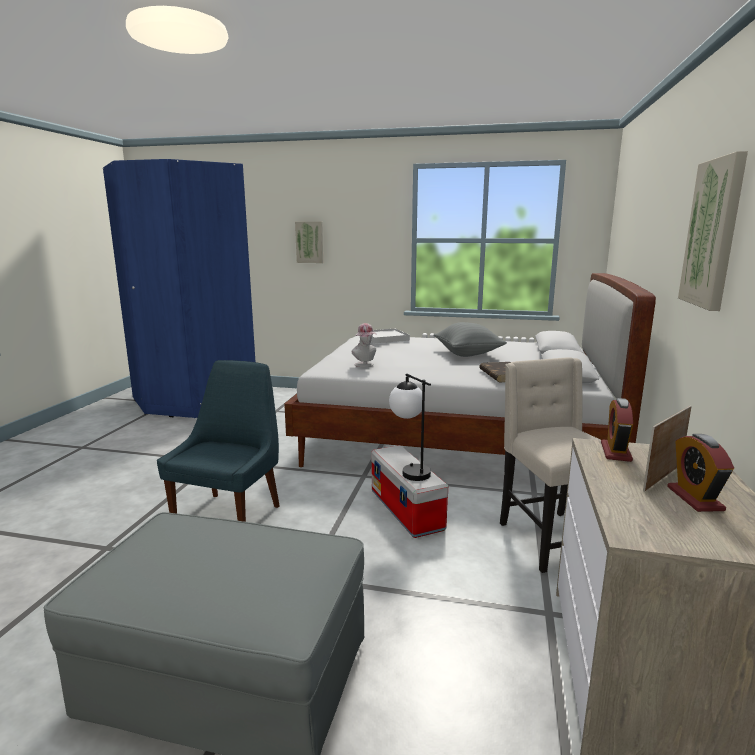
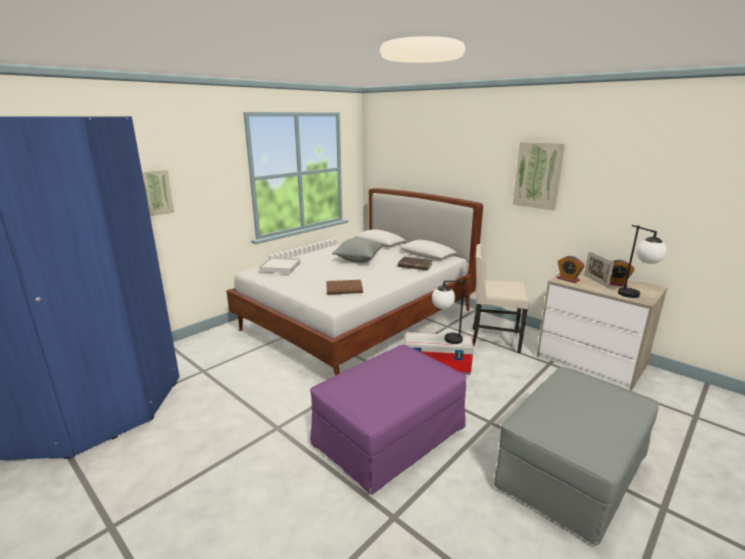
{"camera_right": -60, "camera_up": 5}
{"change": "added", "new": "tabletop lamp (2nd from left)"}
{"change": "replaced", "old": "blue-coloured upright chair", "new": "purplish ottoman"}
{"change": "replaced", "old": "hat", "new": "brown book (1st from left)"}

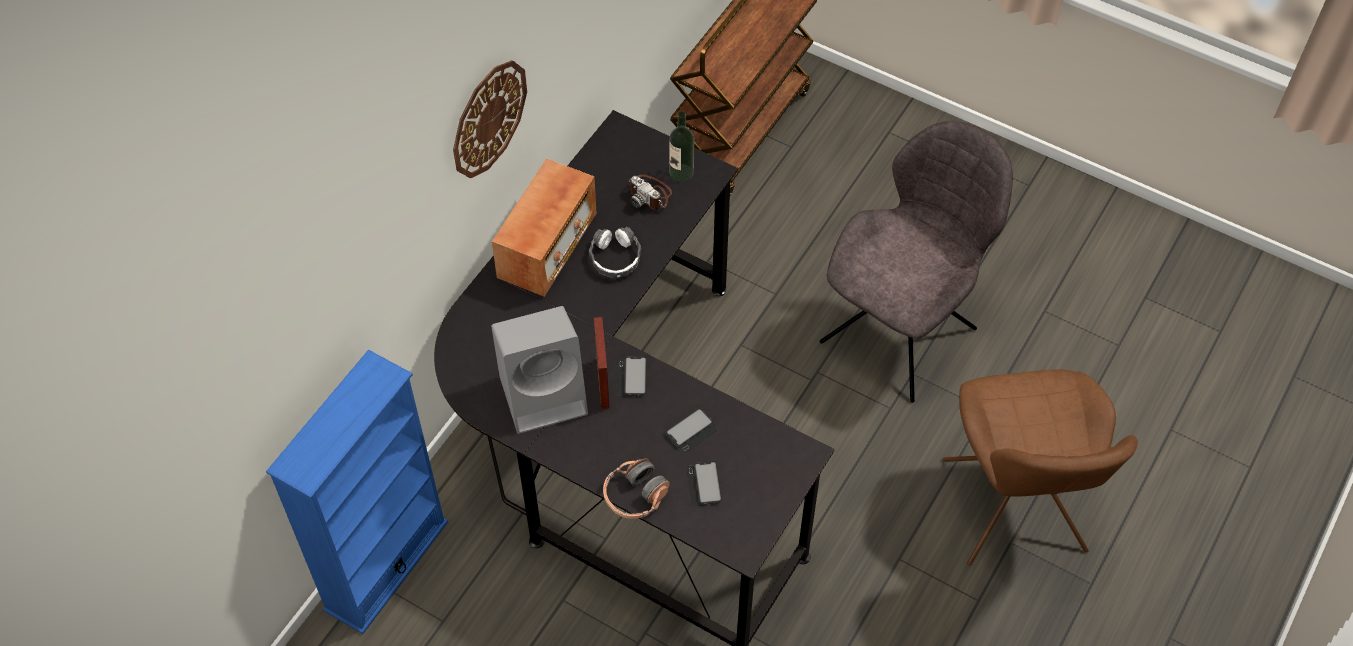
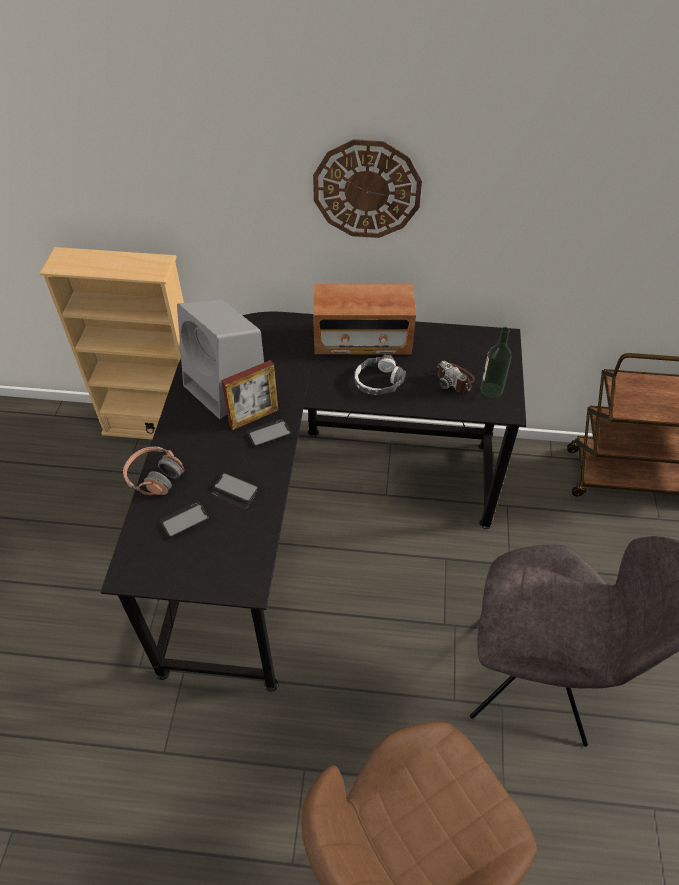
{"camera_right": 65, "camera_up": -5}
{"change": "recoloured", "old": "blue-coloured bookshelf", "new": "beige bookshelf"}
{"change": "turned", "old": "photo camera", "degrees": -60}

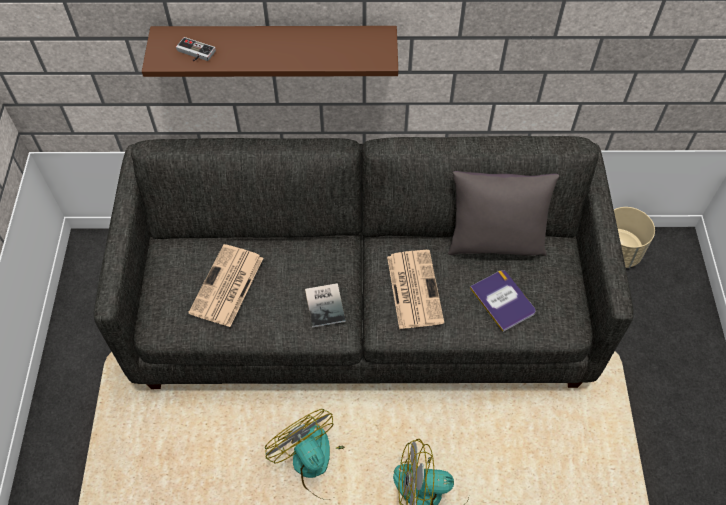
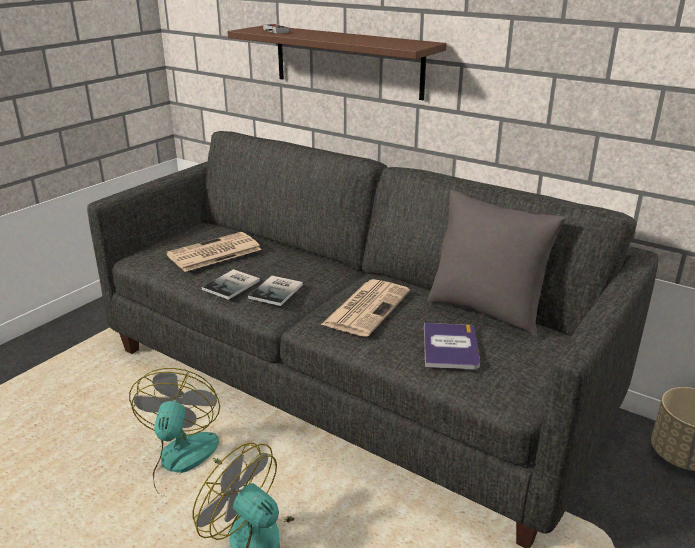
{"camera_right": 35, "camera_up": -30}
{"change": "added", "new": "book (1st from left)"}

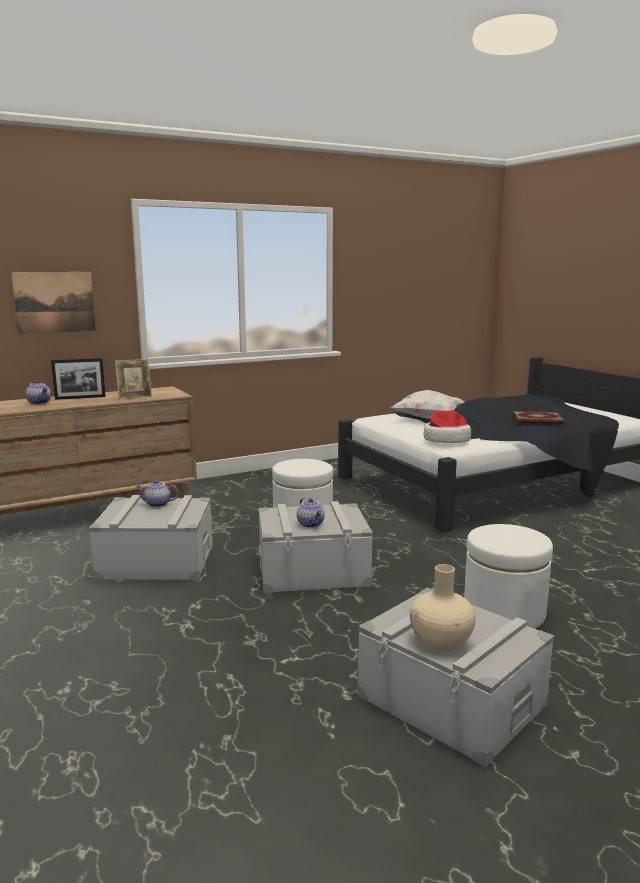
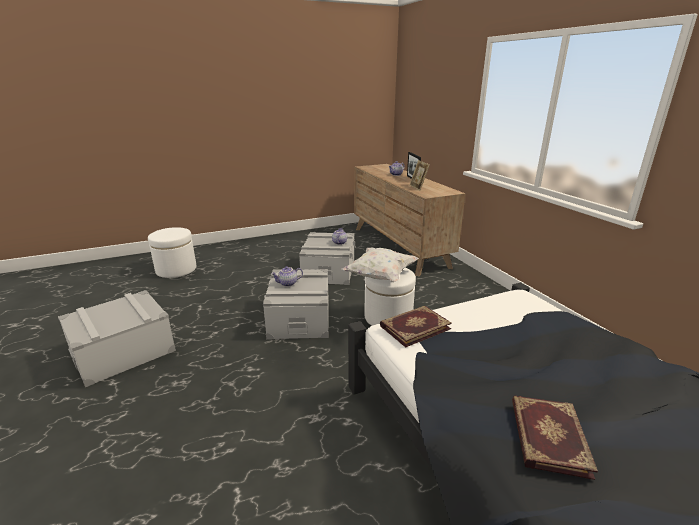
{"camera_right": 95, "camera_up": 10}
{"change": "removed", "old": "picture"}
{"change": "removed", "old": "beige flower vase"}
{"change": "moved", "old": "whitish cushion"}
{"change": "moved", "old": "whitish ottoman (2nd from left in the first image)", "new": "whitish ottoman (1st from left)"}
{"change": "replaced", "old": "hat", "new": "book (1st from left)"}

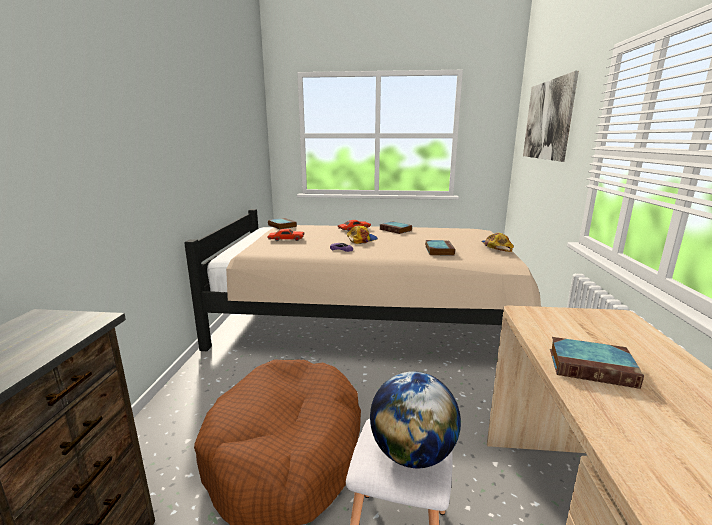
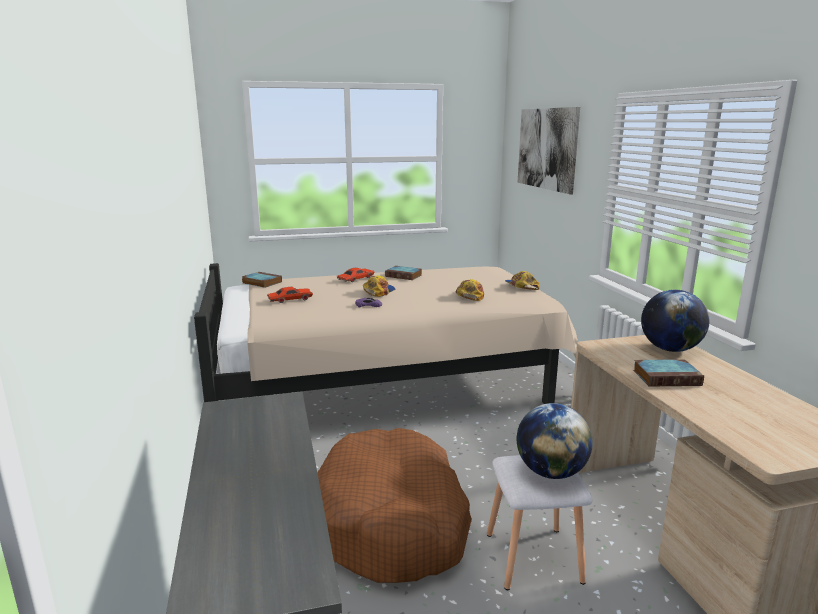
{"camera_right": -20, "camera_up": 0}
{"change": "added", "new": "globe (2nd from left)"}
{"change": "replaced", "old": "book (3rd from left)", "new": "cap (2nd from left)"}

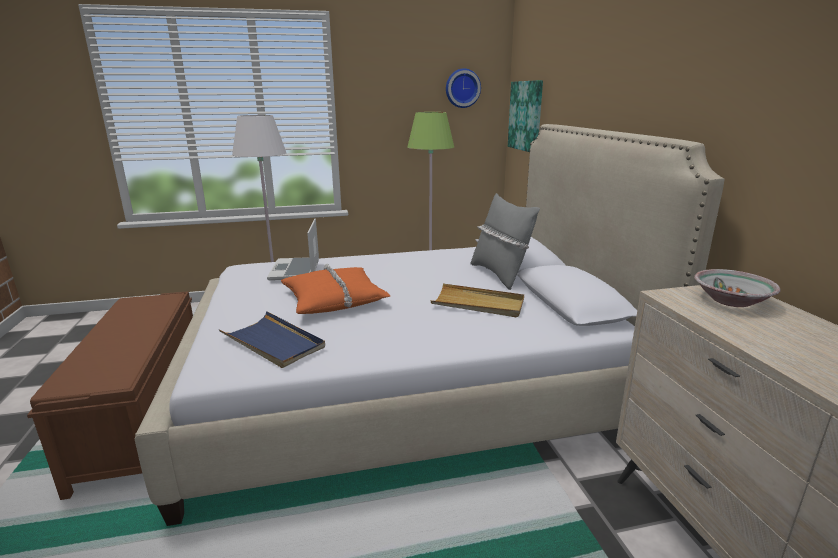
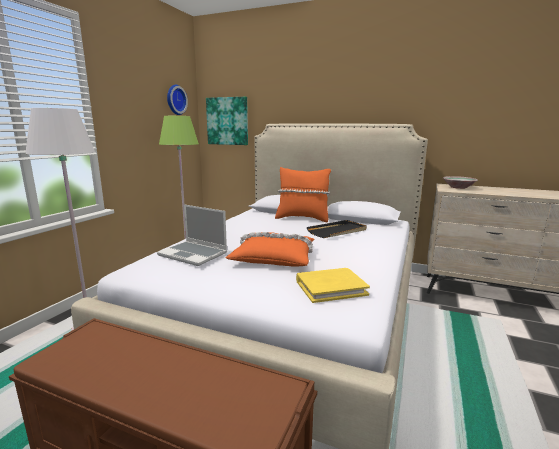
{"camera_right": -55, "camera_up": -5}
{"change": "replaced", "old": "blue-coloured carrying tray", "new": "yellow-coloured book"}
{"change": "recoloured", "old": "beige carrying tray", "new": "black-coloured carrying tray"}
{"change": "recoloured", "old": "gray cushion", "new": "orange-coloured cushion (2nd from left)"}

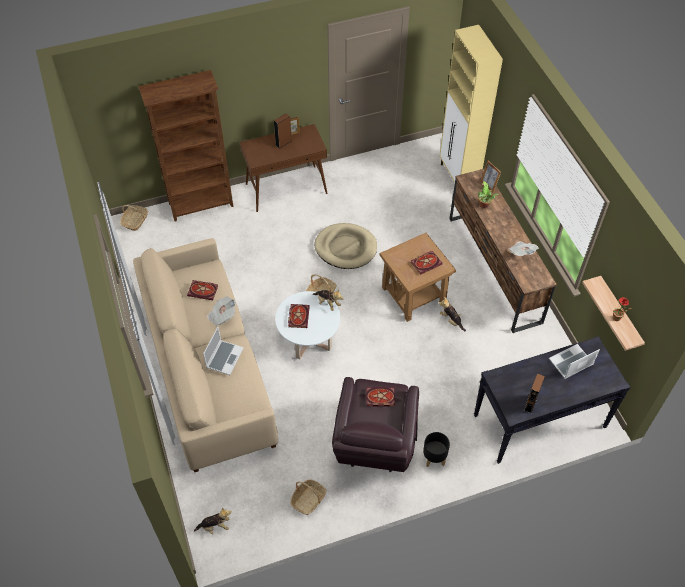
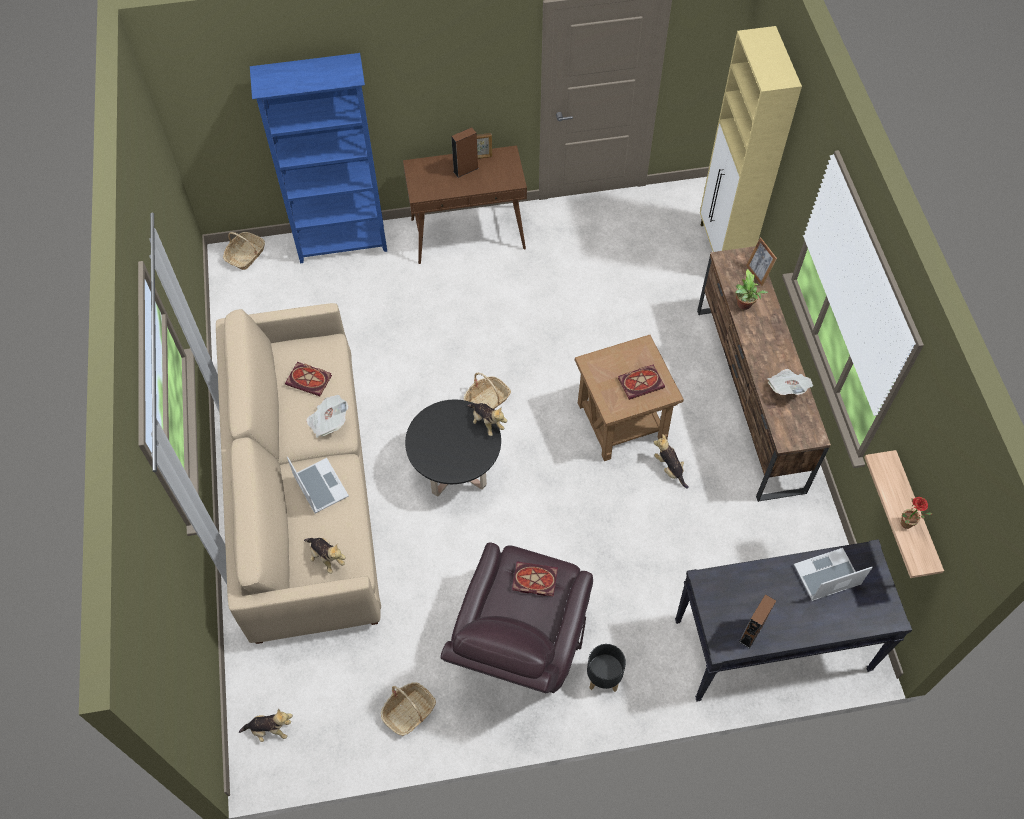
{"camera_right": 10, "camera_up": 5}
{"change": "removed", "old": "book (2nd from left)"}
{"change": "removed", "old": "beige dog bed"}
{"change": "added", "new": "soft toy (2nd from left)"}
{"change": "recoloured", "old": "brown bookshelf", "new": "blue-coloured bookshelf"}
{"change": "recoloured", "old": "whitish lounge table", "new": "black-coloured lounge table"}
{"change": "turned", "old": "notebook computer (1st from left)", "degrees": -60}

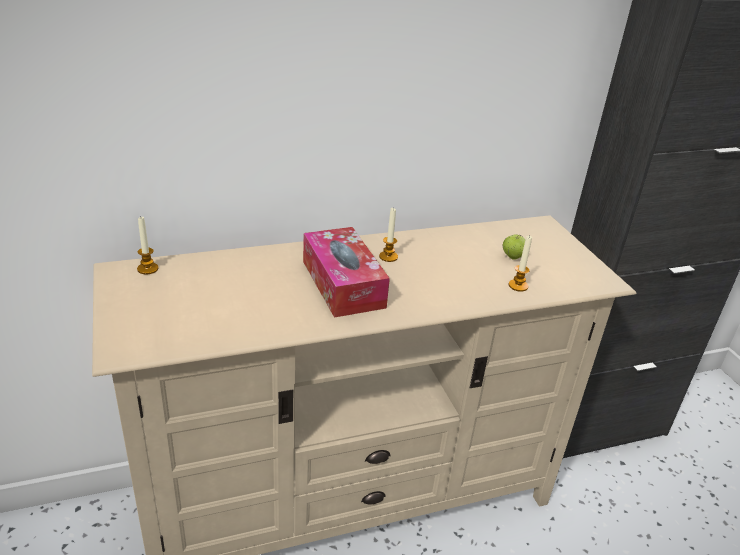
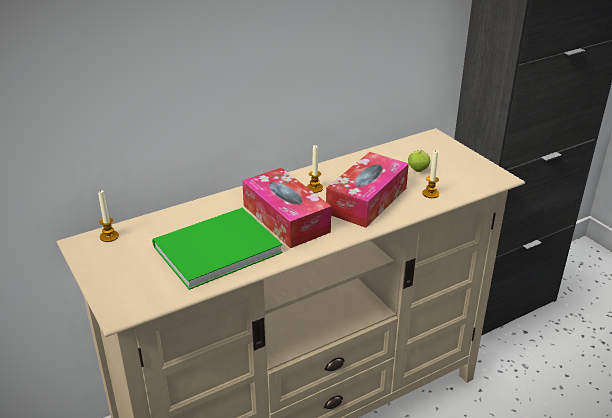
{"camera_right": -10, "camera_up": 0}
{"change": "added", "new": "green-coloured book"}
{"change": "added", "new": "tissue holder (2nd from left)"}

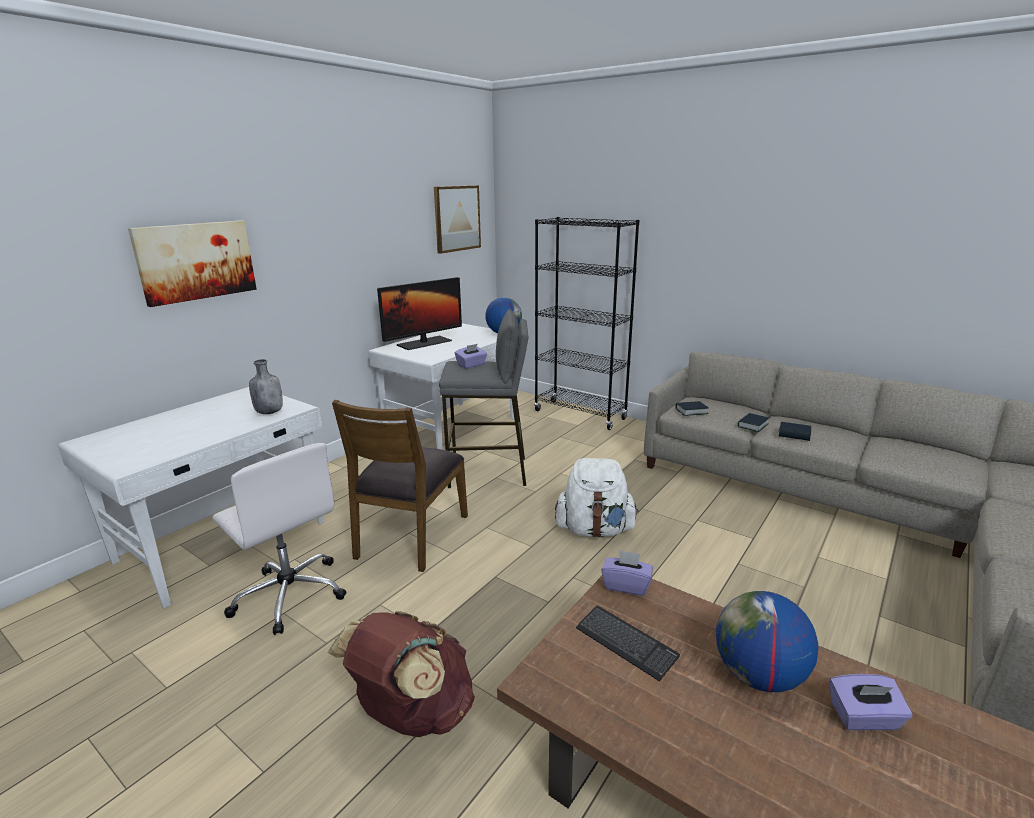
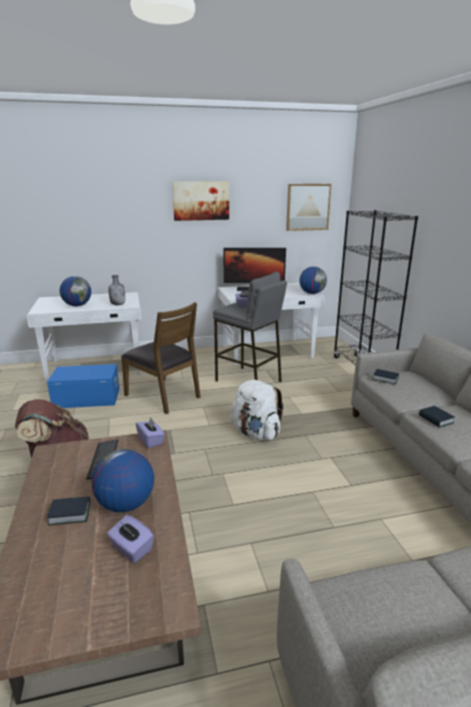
{"camera_right": 40, "camera_up": 0}
{"change": "added", "new": "globe (1st from left)"}
{"change": "moved", "old": "picture (1st from left)"}
{"change": "moved", "old": "book (2nd from left in the first image)", "new": "book (1st from left)"}
{"change": "replaced", "old": "whitish desk chair", "new": "blue-coloured storage bin"}
{"change": "turned", "old": "brown upright chair", "degrees": -105}

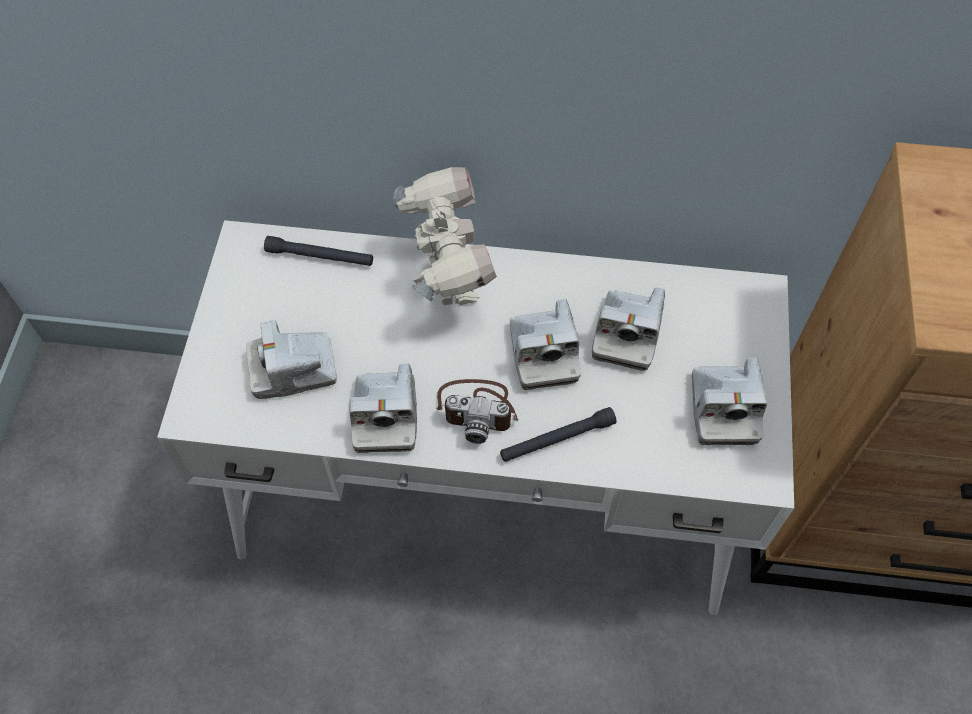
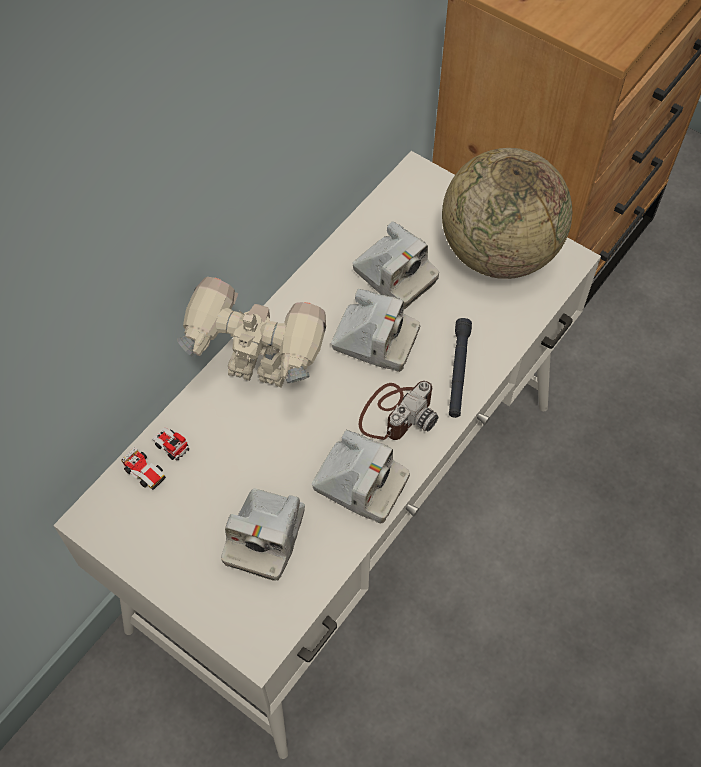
{"camera_right": -60, "camera_up": 0}
{"change": "replaced", "old": "black-coloured hand torch (1st from left)", "new": "miniature car"}
{"change": "replaced", "old": "photo camera (6th from left)", "new": "globe"}

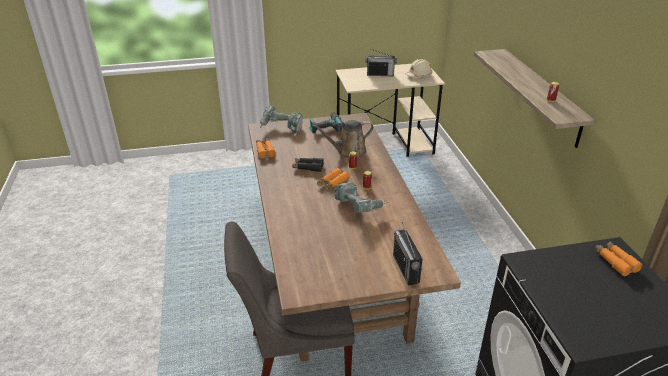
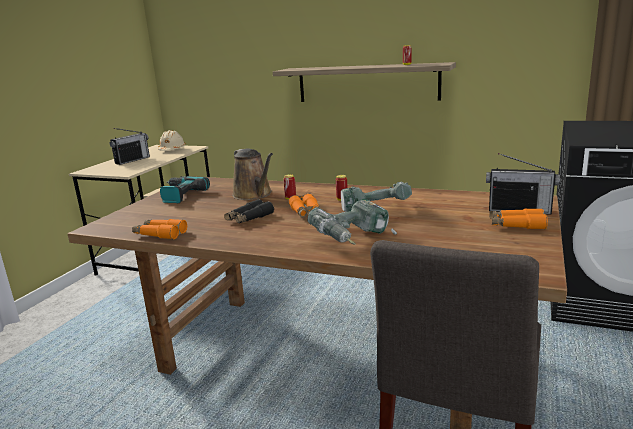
{"camera_right": -55, "camera_up": -15}
{"change": "moved", "old": "drill (1st from left in the first image)", "new": "drill (2nd from left)"}
{"change": "moved", "old": "orange-coloured field glasses (3rd from left)"}
{"change": "turned", "old": "brown watering pot", "degrees": -45}

